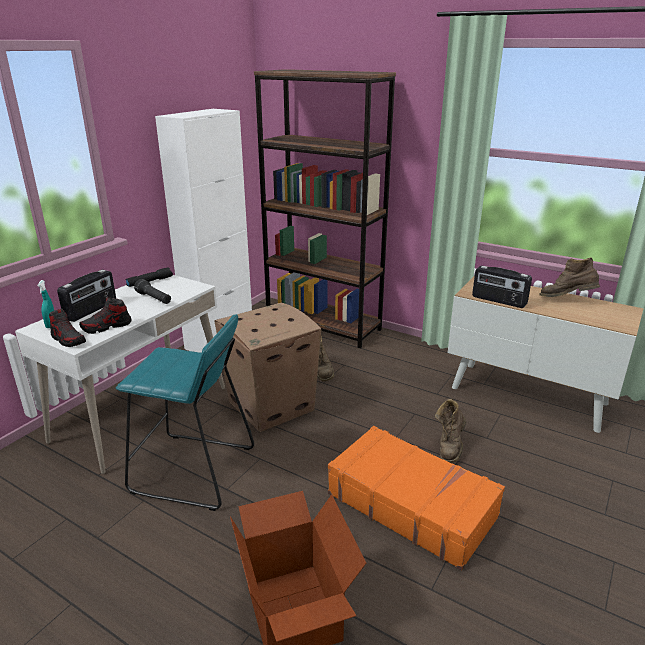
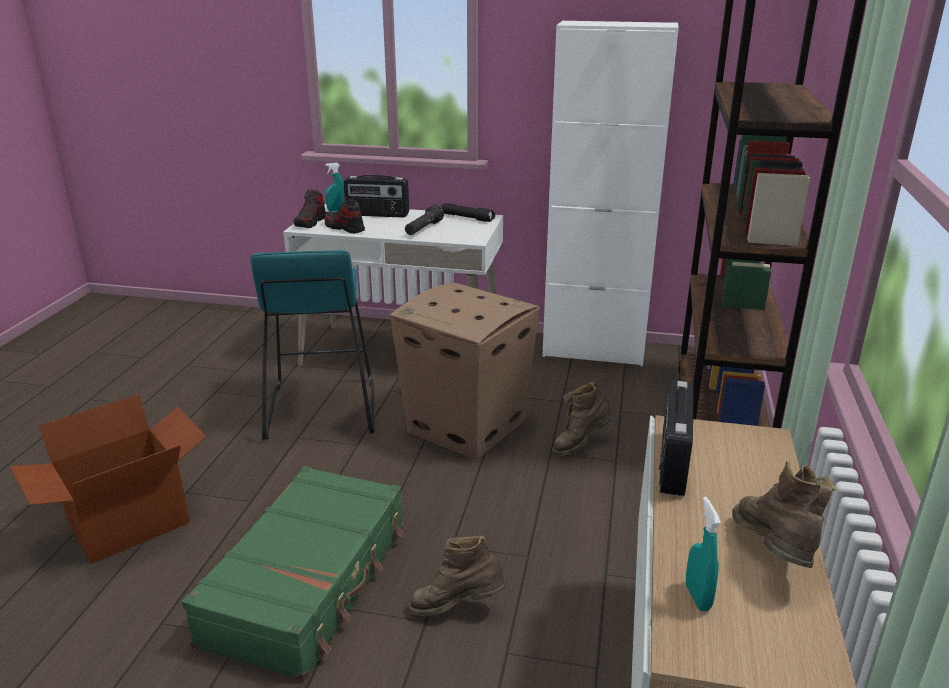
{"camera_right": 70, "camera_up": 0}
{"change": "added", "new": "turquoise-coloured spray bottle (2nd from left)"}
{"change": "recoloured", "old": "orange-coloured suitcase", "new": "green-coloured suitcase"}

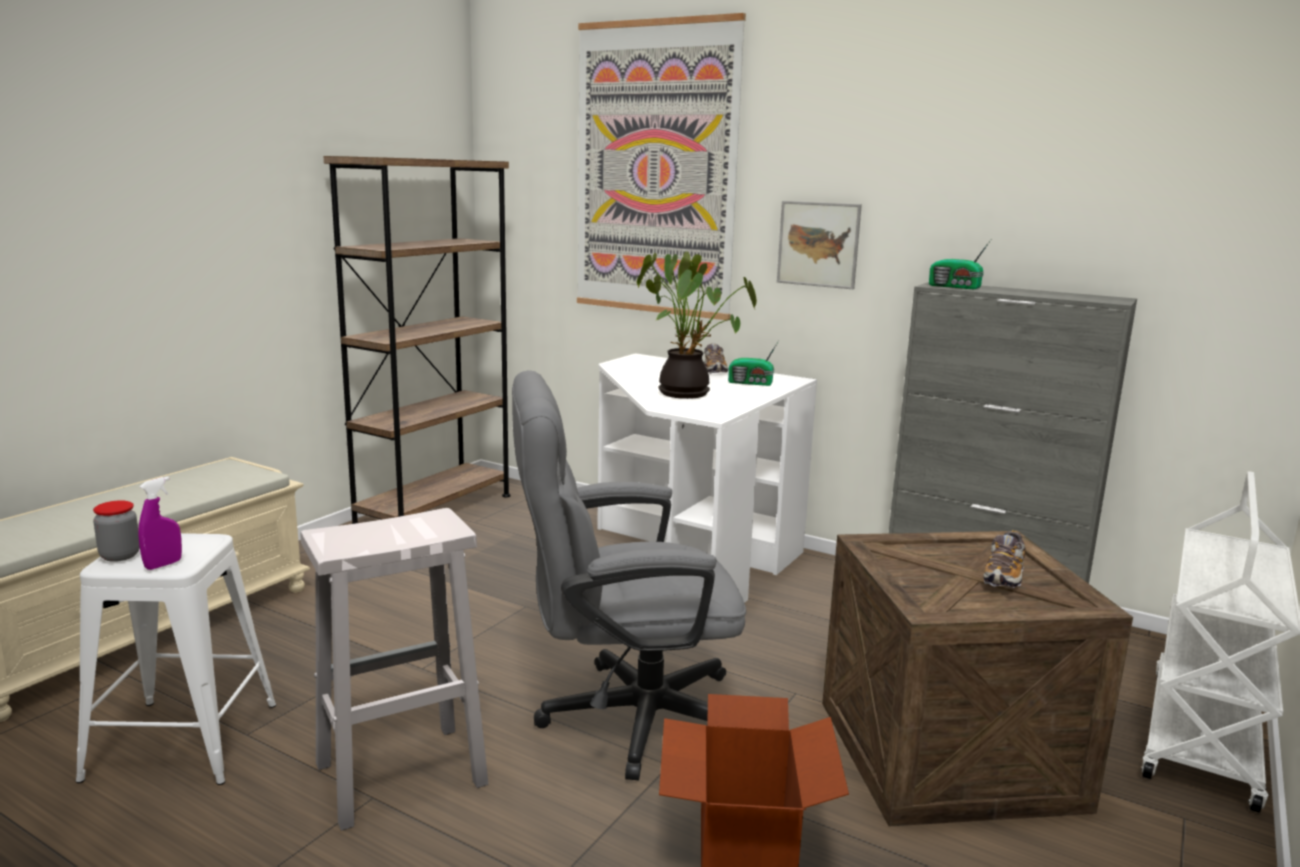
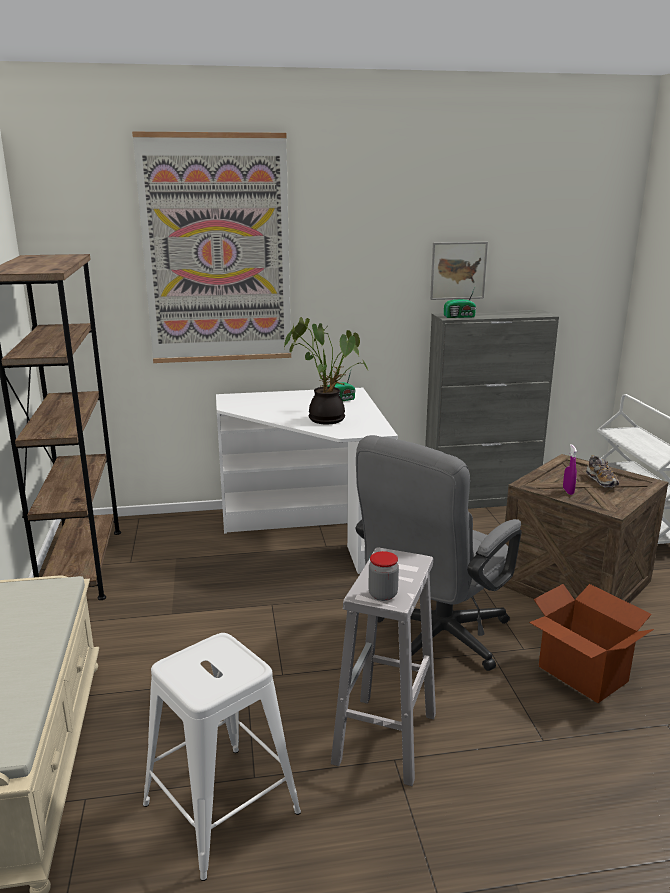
{"camera_right": -40, "camera_up": 5}
{"change": "removed", "old": "low shoe (1st from left)"}
{"change": "moved", "old": "storage jar"}
{"change": "moved", "old": "purplish spray bottle"}
{"change": "moved", "old": "picture (2nd from left)"}

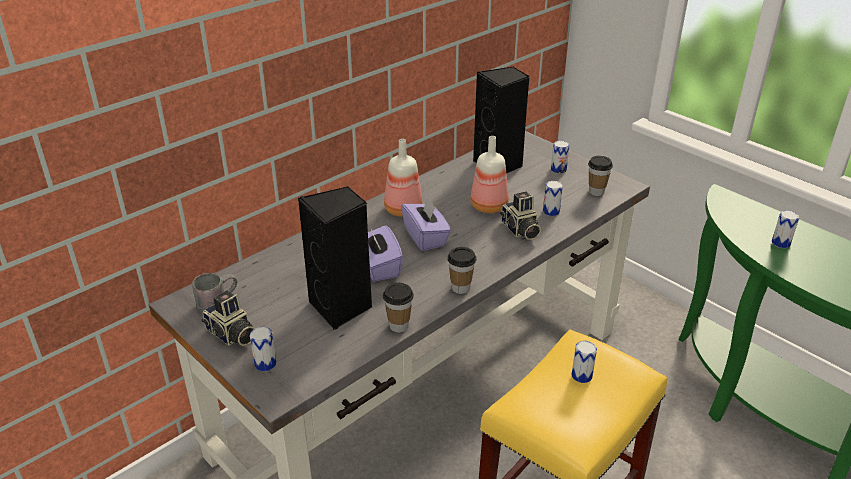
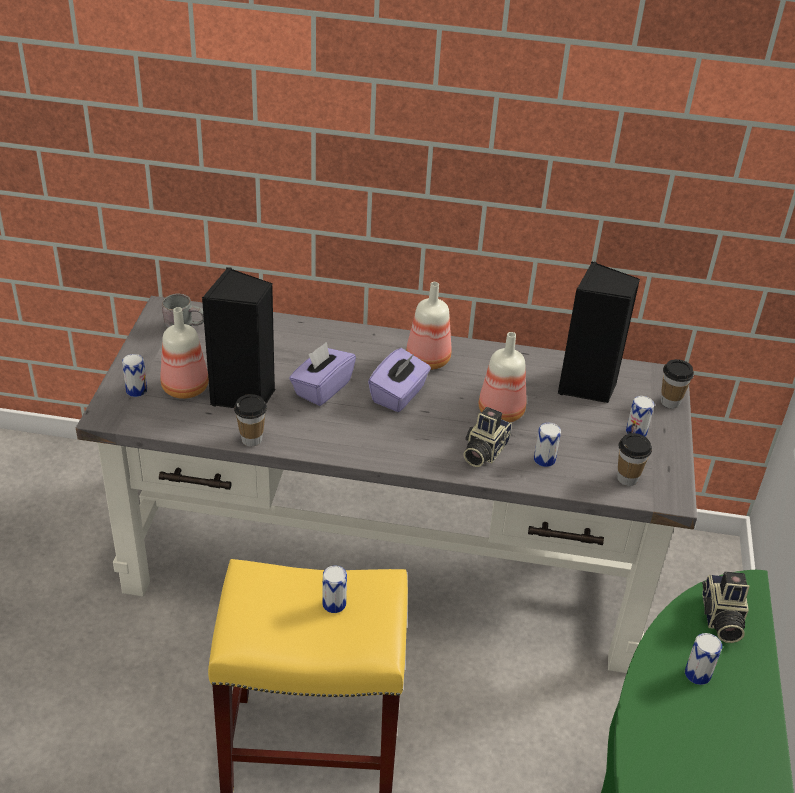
{"camera_right": 50, "camera_up": 5}
{"change": "added", "new": "beverage bottle (1st from left)"}
{"change": "moved", "old": "photo camera (1st from left in the first image)", "new": "photo camera (2nd from left)"}
{"change": "moved", "old": "drinking cup (2nd from left in the first image)", "new": "drinking cup (3rd from left)"}

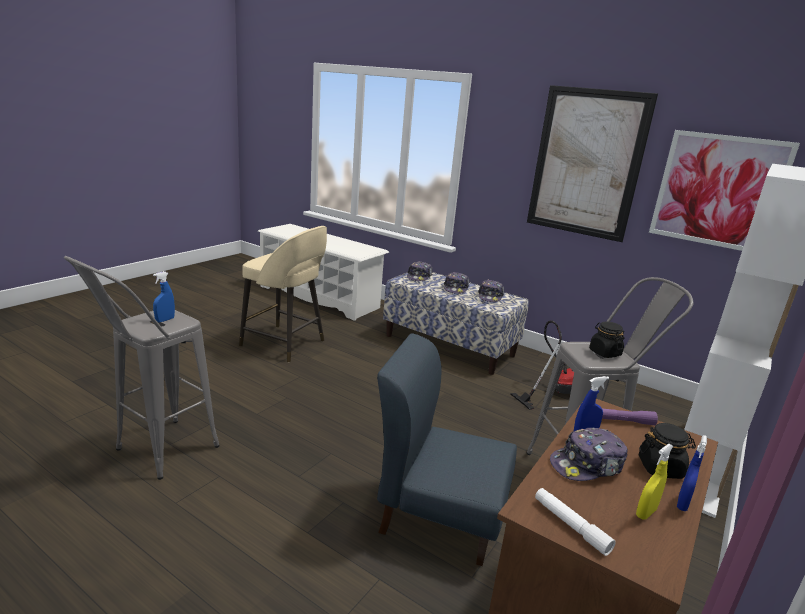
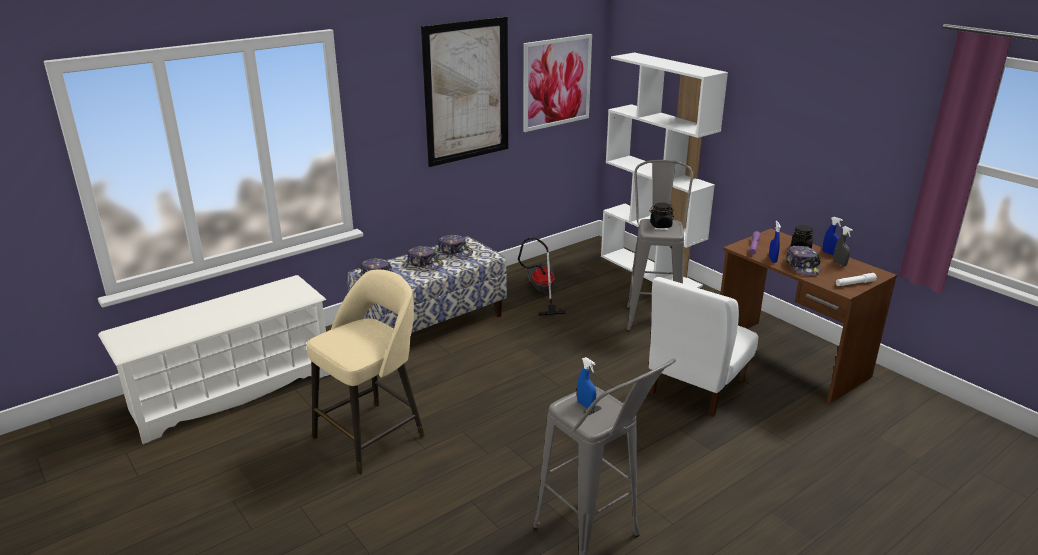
{"camera_right": -70, "camera_up": 5}
{"change": "recoloured", "old": "blue-coloured upright chair", "new": "whitish upright chair"}
{"change": "recoloured", "old": "yellow-coloured spray bottle", "new": "gray spray bottle"}

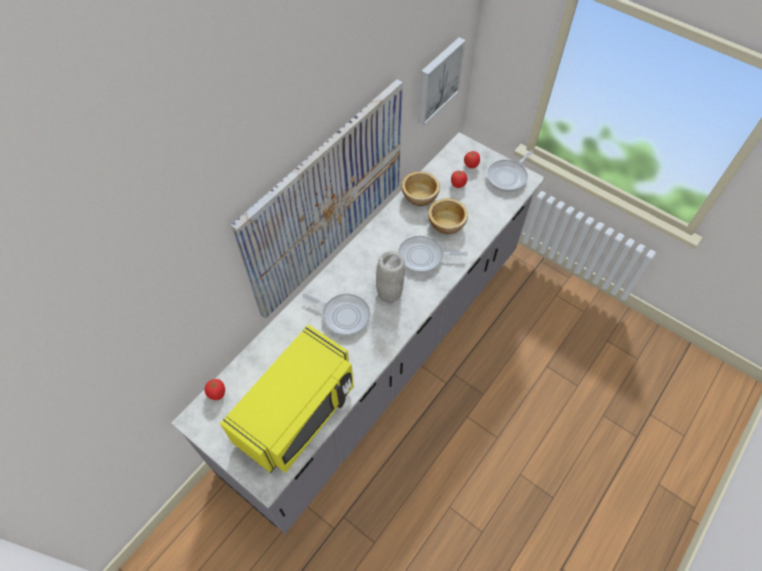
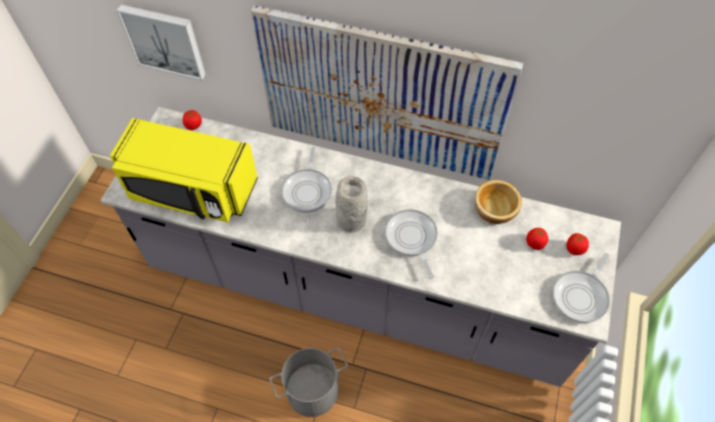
{"camera_right": 70, "camera_up": 0}
{"change": "removed", "old": "bowl (2nd from left)"}
{"change": "added", "new": "gray pail"}
{"change": "moved", "old": "picture (2nd from left in the first image)", "new": "picture (1st from left)"}
{"change": "turned", "old": "frying pan (3rd from left)", "degrees": -75}

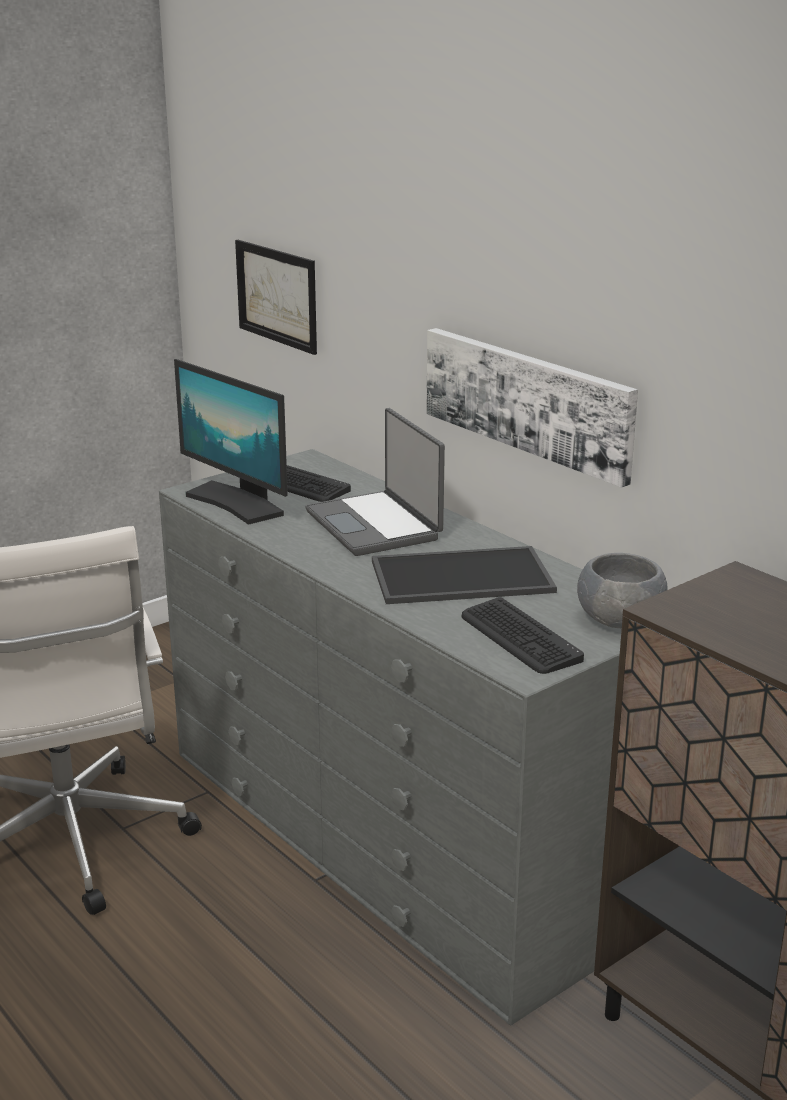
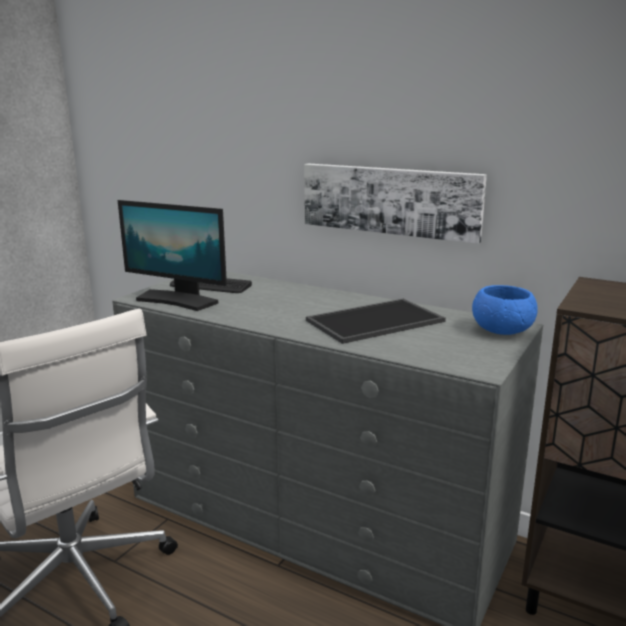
{"camera_right": -20, "camera_up": -5}
{"change": "removed", "old": "picture (1st from left)"}
{"change": "removed", "old": "notebook computer"}
{"change": "removed", "old": "computer keyboard (2nd from left)"}
{"change": "recoloured", "old": "gray bowl", "new": "blue-coloured bowl"}

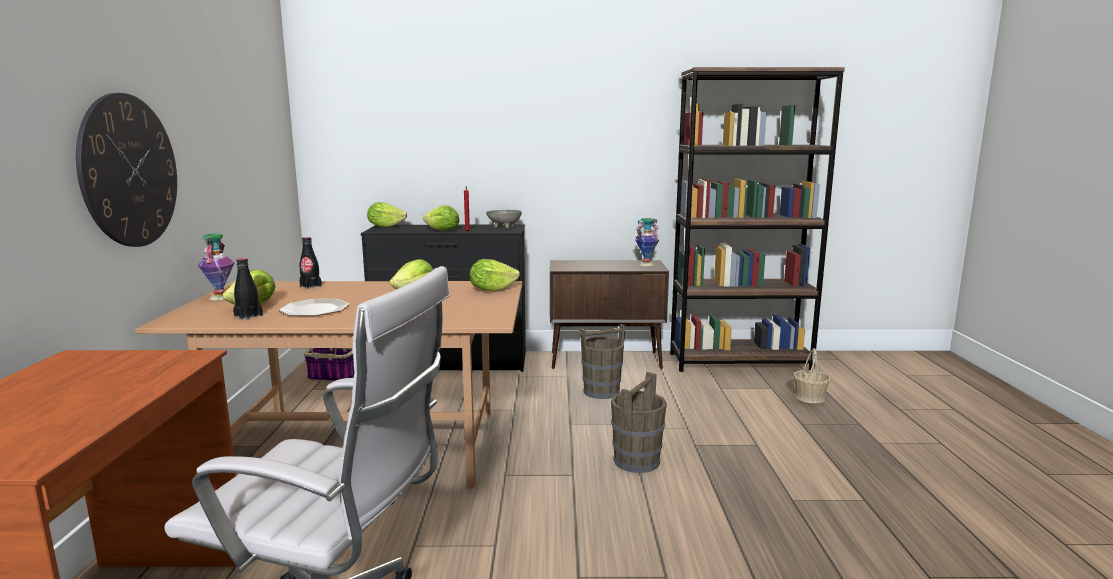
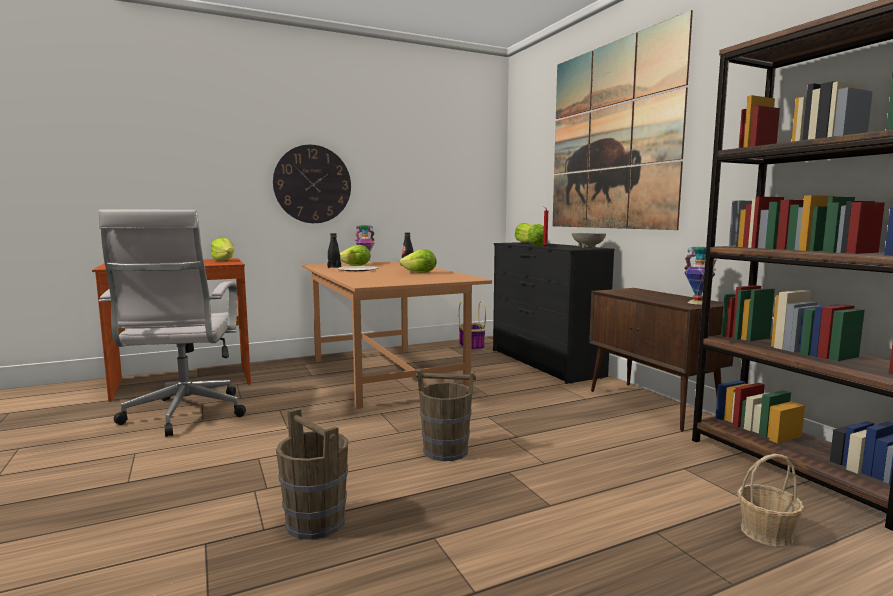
{"camera_right": 65, "camera_up": -5}
{"change": "added", "new": "picture"}
{"change": "moved", "old": "lettuce head (5th from left in the first image)", "new": "lettuce head (1st from left)"}
{"change": "moved", "old": "brown pail (1st from left)"}

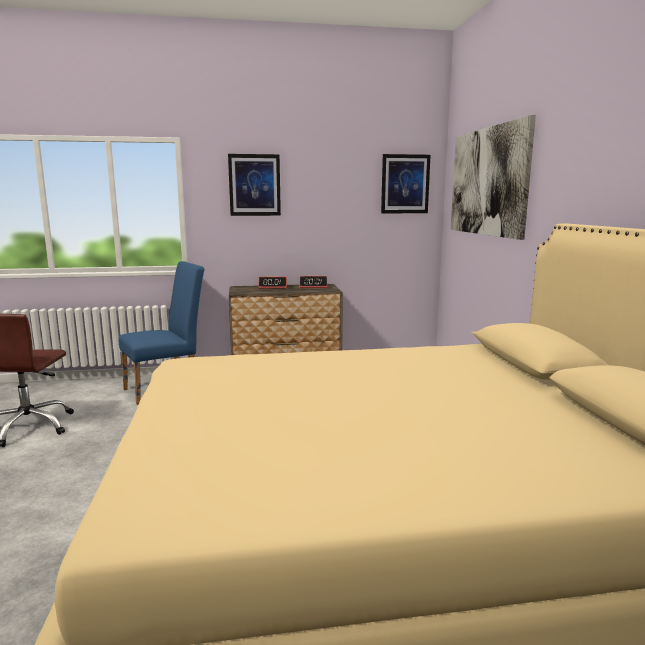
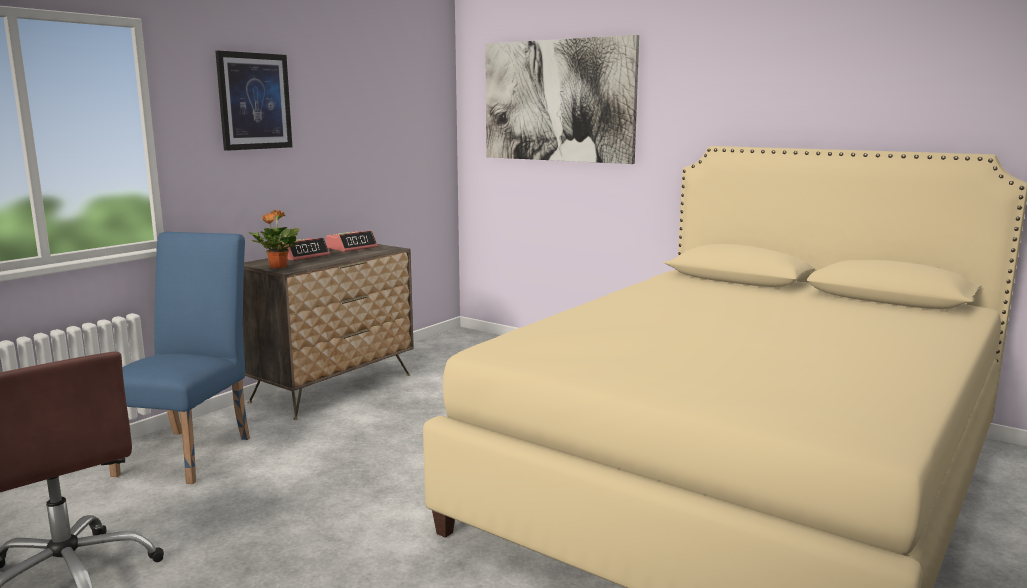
{"camera_right": -45, "camera_up": 0}
{"change": "removed", "old": "picture (2nd from left)"}
{"change": "added", "new": "plant in a pot"}

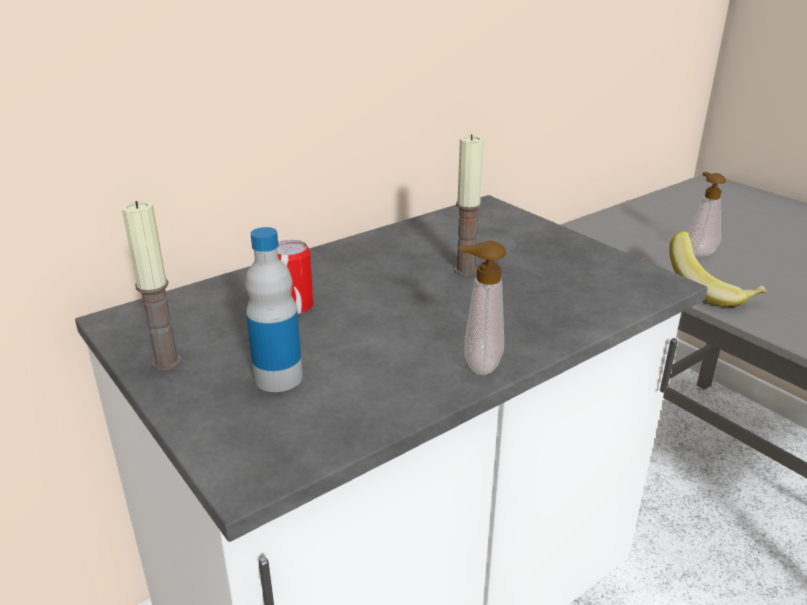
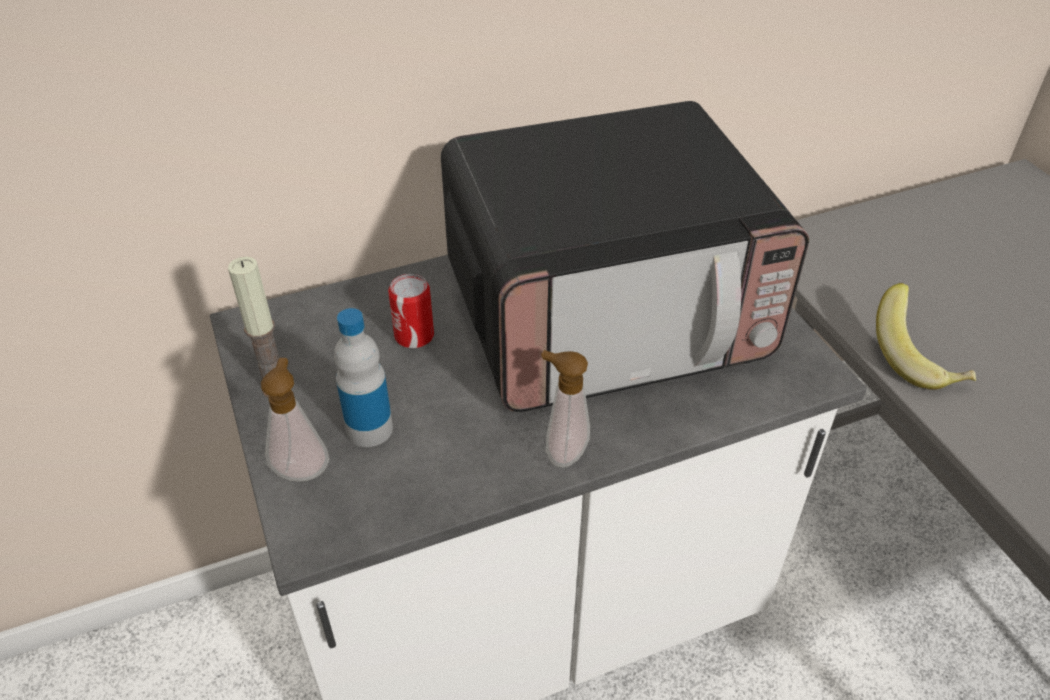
{"camera_right": 15, "camera_up": 15}
{"change": "moved", "old": "liquid soap bottle (2nd from left in the first image)", "new": "liquid soap bottle (1st from left)"}
{"change": "replaced", "old": "wax candle (2nd from left)", "new": "kitchen microwave"}

